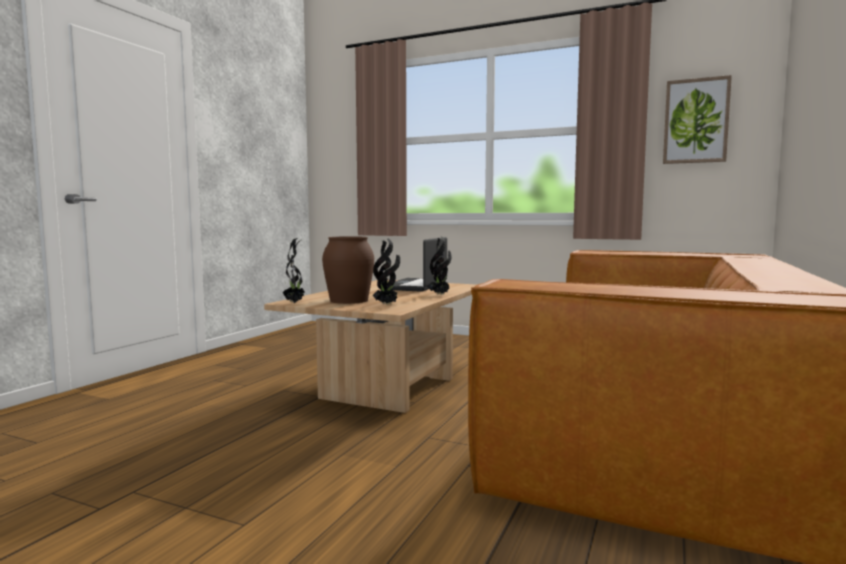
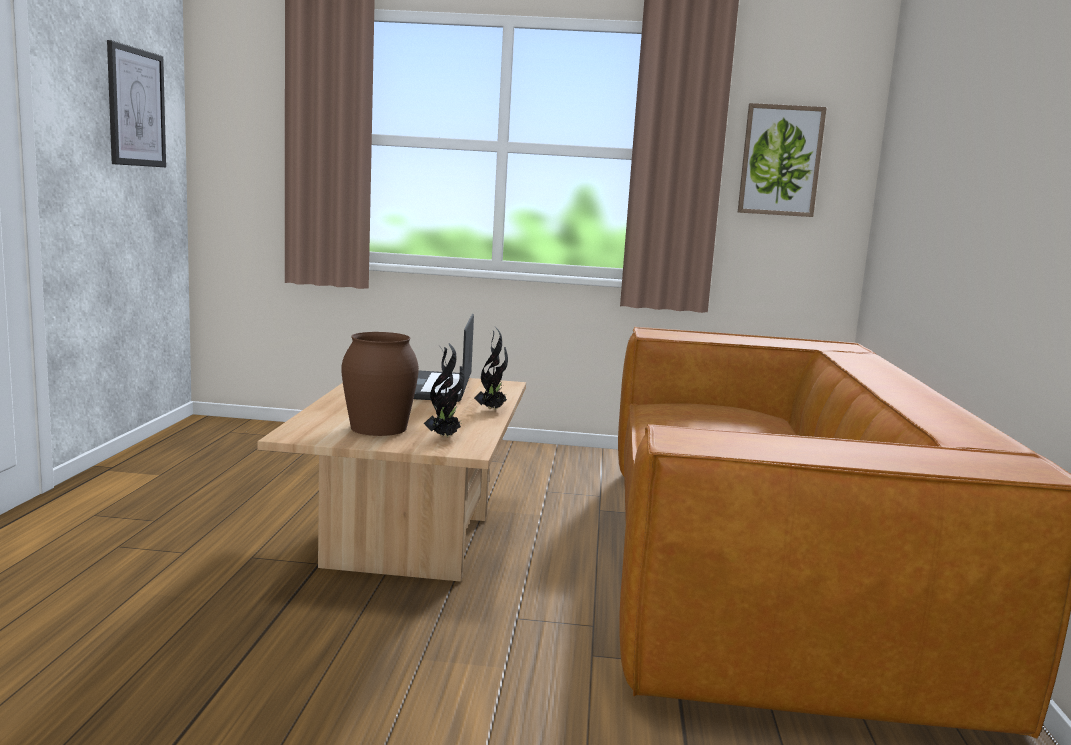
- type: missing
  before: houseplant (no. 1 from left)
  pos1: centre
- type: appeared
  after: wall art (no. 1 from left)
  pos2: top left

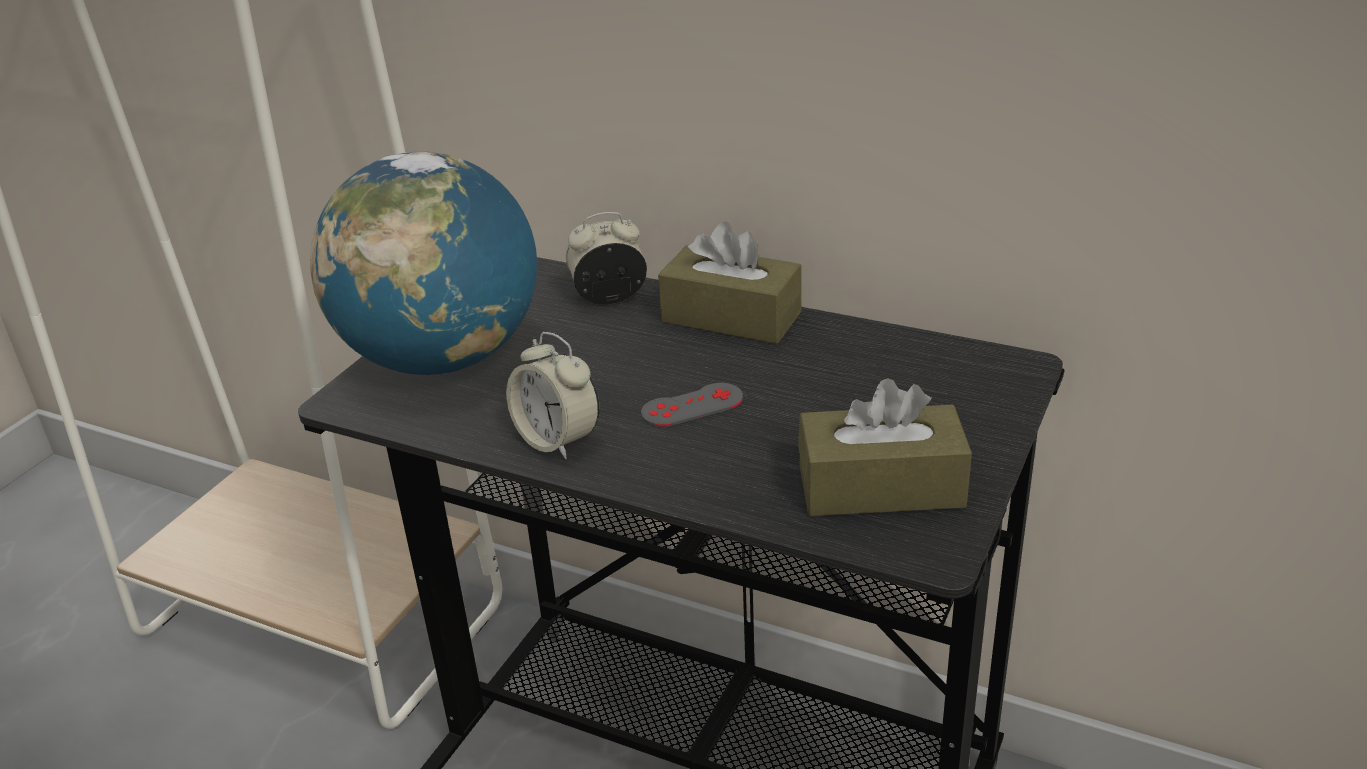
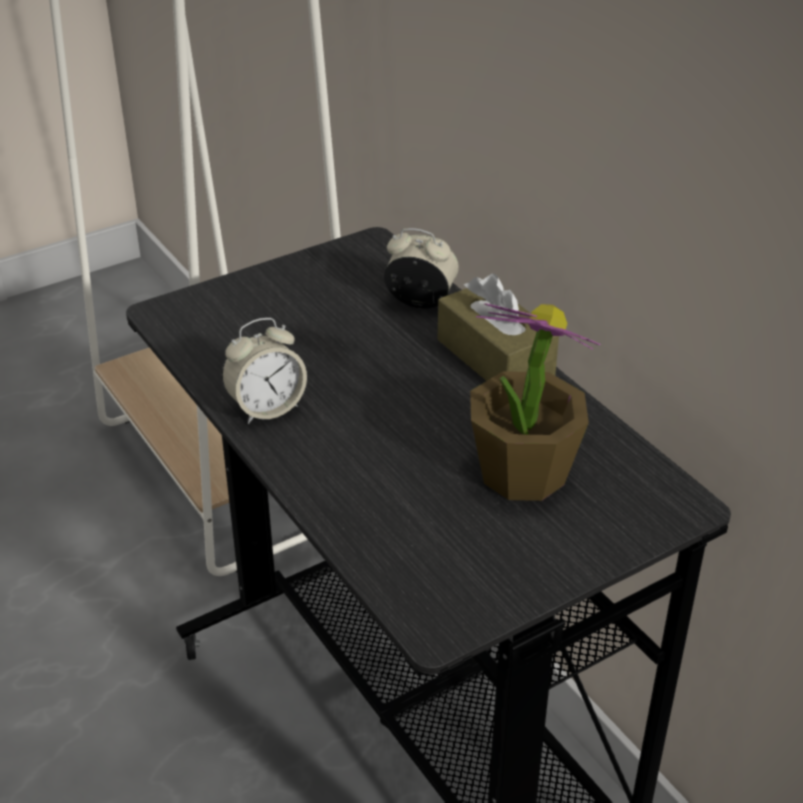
- type: missing
  before: globe
  pos1: middle left
- type: missing
  before: grey game controller
  pos1: centre
- type: missing
  before: brownish tissue holder (no. 2 from left)
  pos1: centre
- type: appeared
  after: houseplant
  pos2: centre
- type: spun
  before: table clock (no. 1 from left)
  pos1: centre
  pos2: middle left
  turn: -105

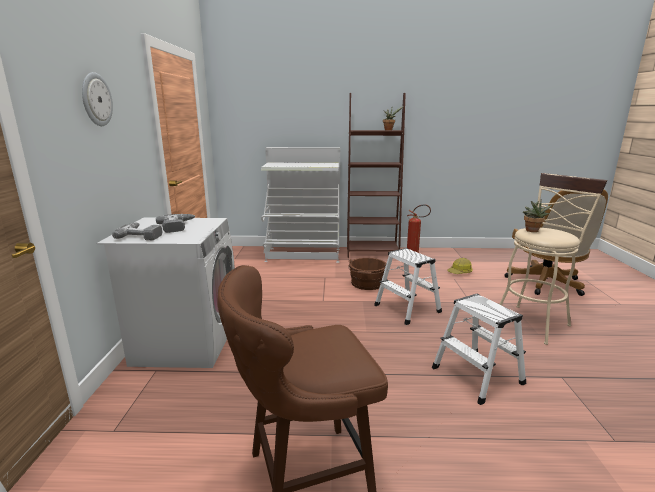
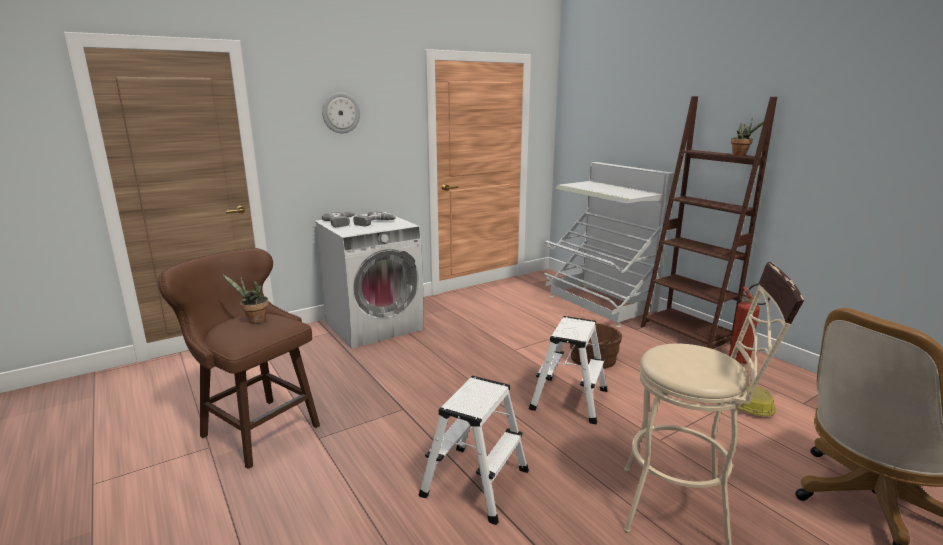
- type: relocated
  before: houseplant (no. 2 from left in the first image)
  after: houseplant (no. 1 from left)
  pos1: middle right
  pos2: middle left

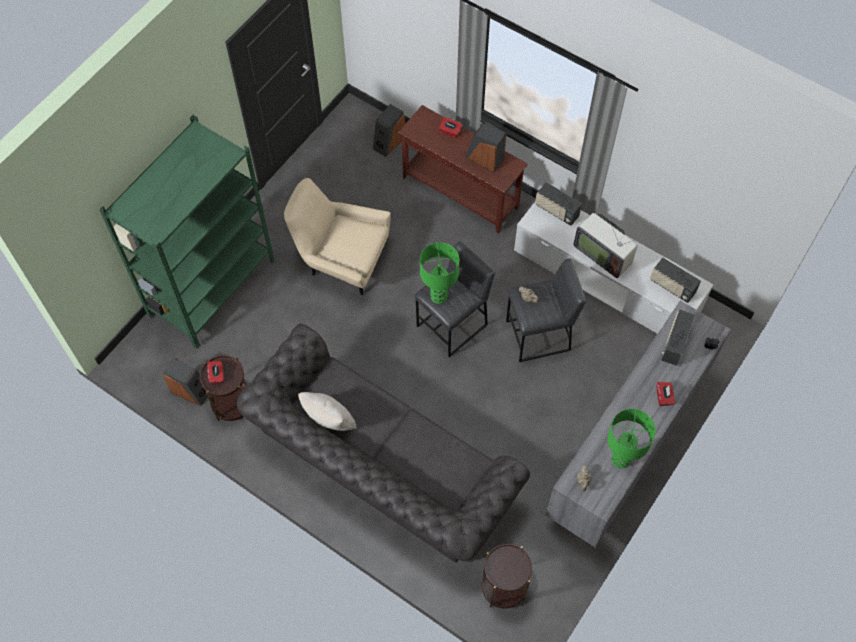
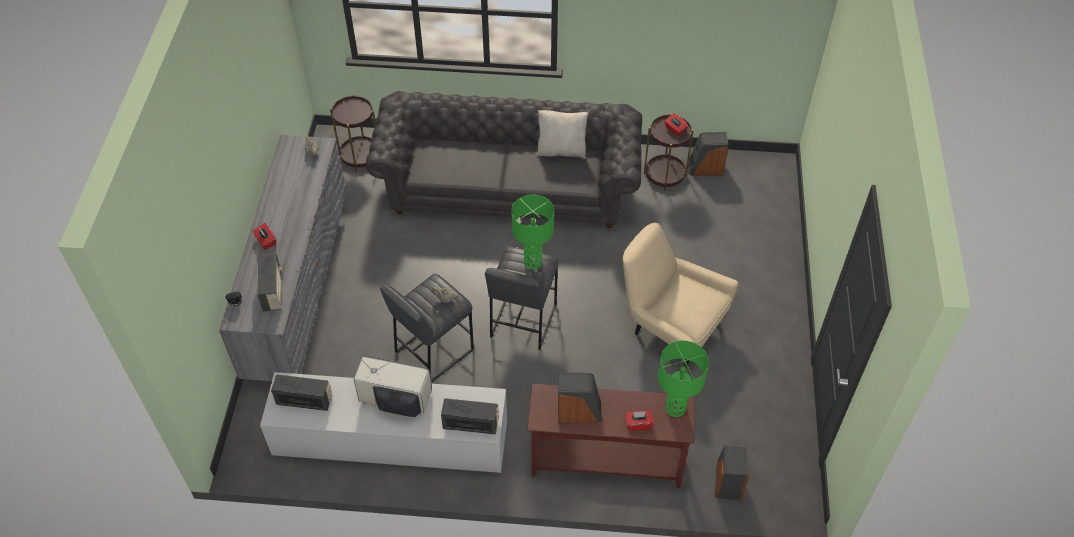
- type: missing
  before: green-coloured bookshelf
  pos1: middle left
- type: relocated
  before: green-coloured tabletop lamp (no. 2 from left)
  pos1: bottom right
  pos2: bottom centre
- type: spun
  before: sand-coloured easy chair
  pos1: centre
  pos2: centre
  turn: -135

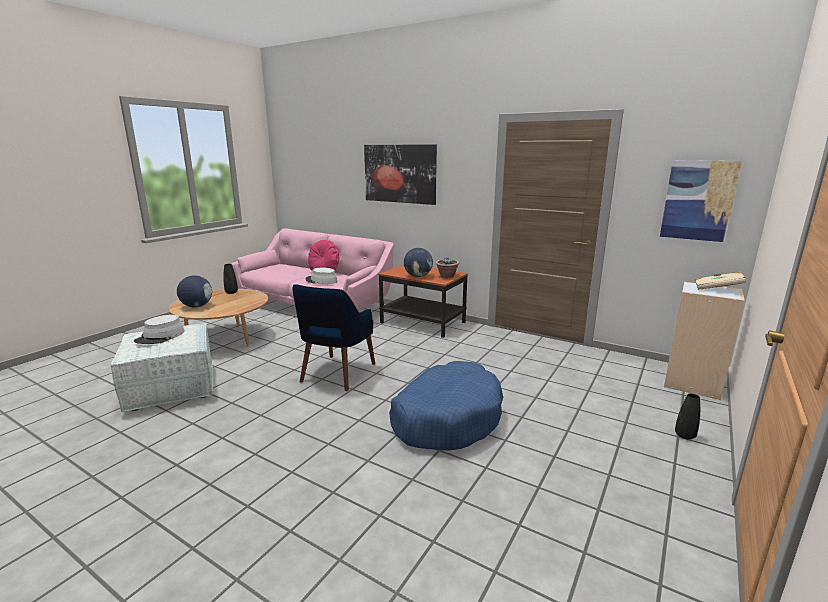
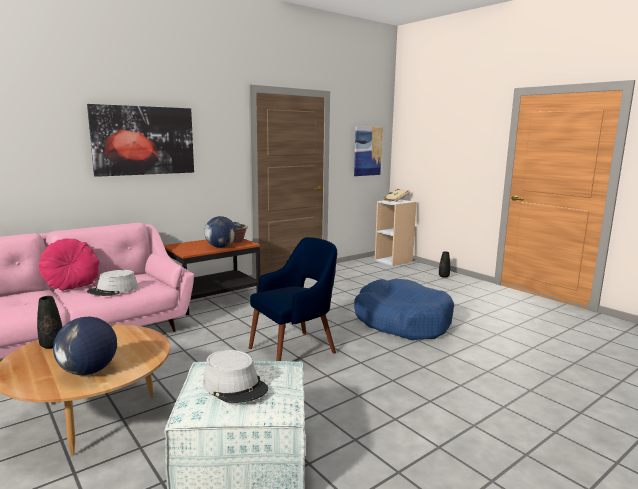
- type: spun
  before: blue easy chair
  pos1: centre
  pos2: centre
  turn: -75

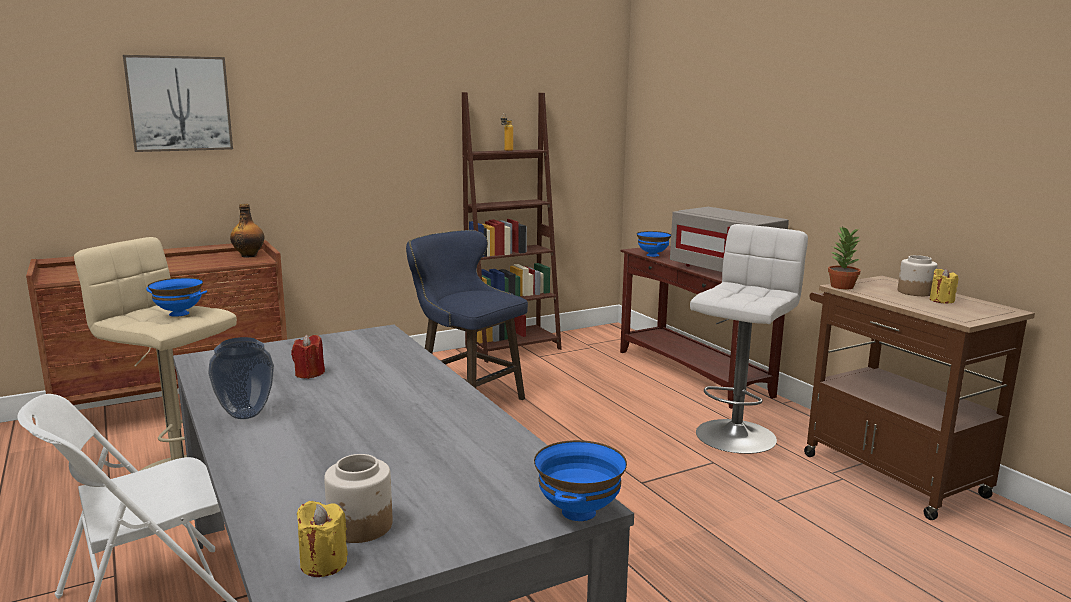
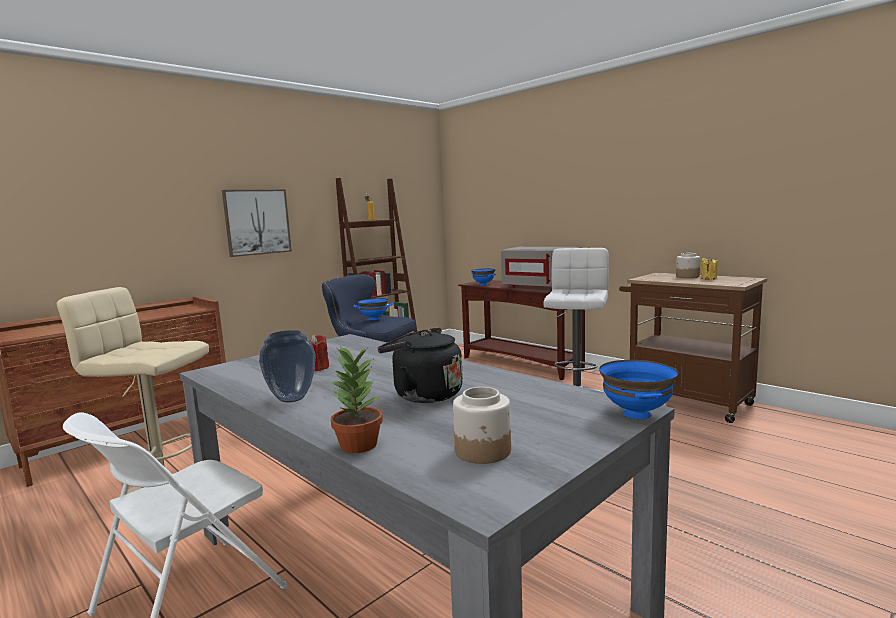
- type: missing
  before: bottle (no. 1 from left)
  pos1: middle left
- type: missing
  before: yellow-coloured candle (no. 1 from left)
  pos1: bottom left
- type: appeared
  after: black-coloured water kettle
  pos2: centre
- type: relocated
  before: wall art
  pos1: top left
  pos2: middle left
- type: relocated
  before: blue bowl (no. 1 from left)
  pos1: middle left
  pos2: centre
- type: relocated
  before: houseplant
  pos1: middle right
  pos2: centre

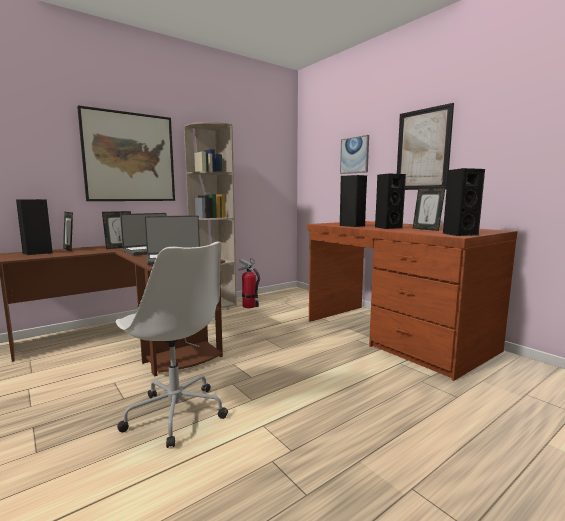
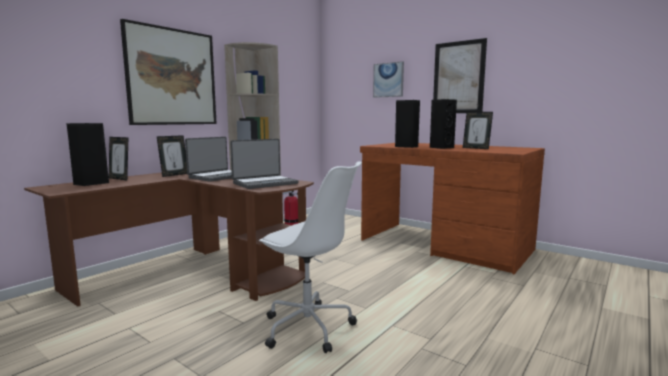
- type: missing
  before: black-coloured audio speaker (no. 4 from left)
  pos1: middle right

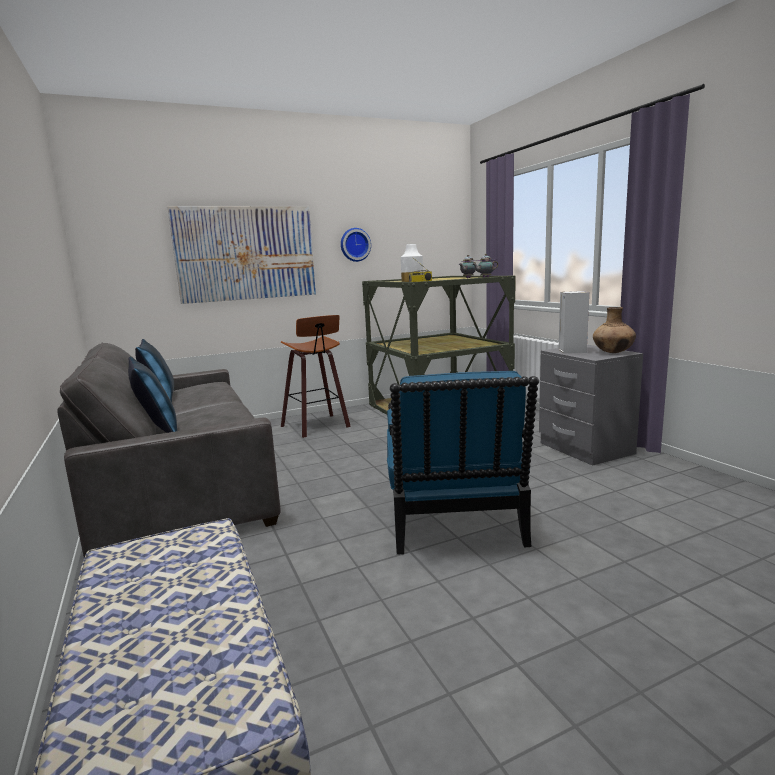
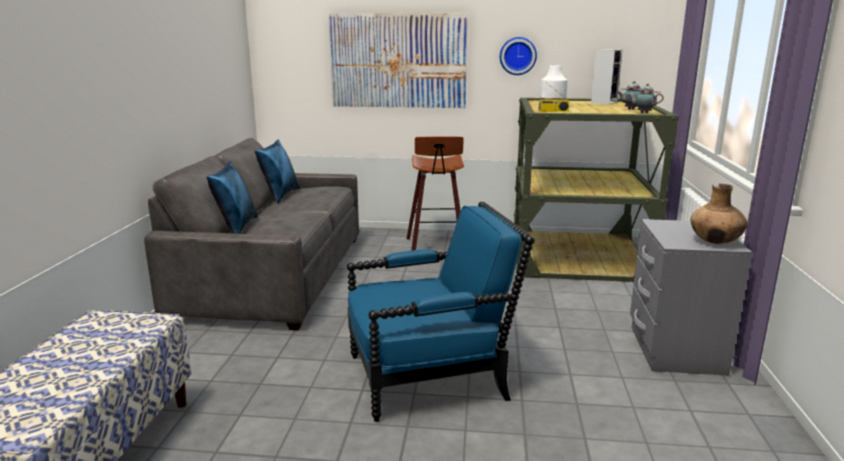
- type: relocated
  before: audio speaker
  pos1: middle right
  pos2: top right
- type: spun
  before: blue easy chair
  pos1: centre
  pos2: bottom centre
  turn: -135

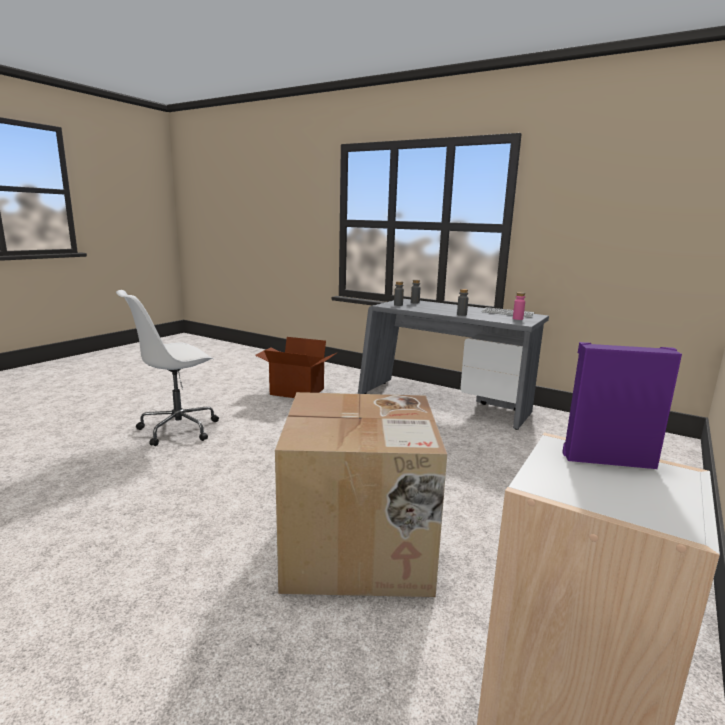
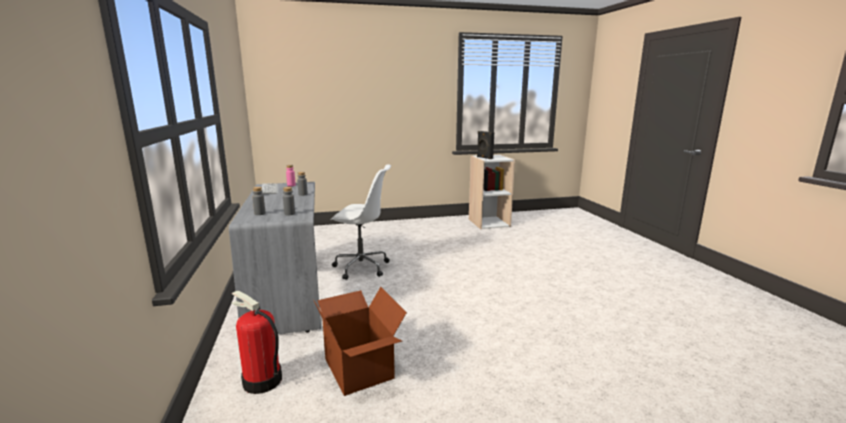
- type: missing
  before: carton (no. 2 from left)
  pos1: bottom centre
- type: appeared
  after: fire-fighting cylinder
  pos2: bottom left
- type: relocated
  before: whitish office chair
  pos1: middle left
  pos2: centre
- type: colour
  before: purple-coloured audio speaker
  after: black-coloured audio speaker
  pos1: middle right
  pos2: centre

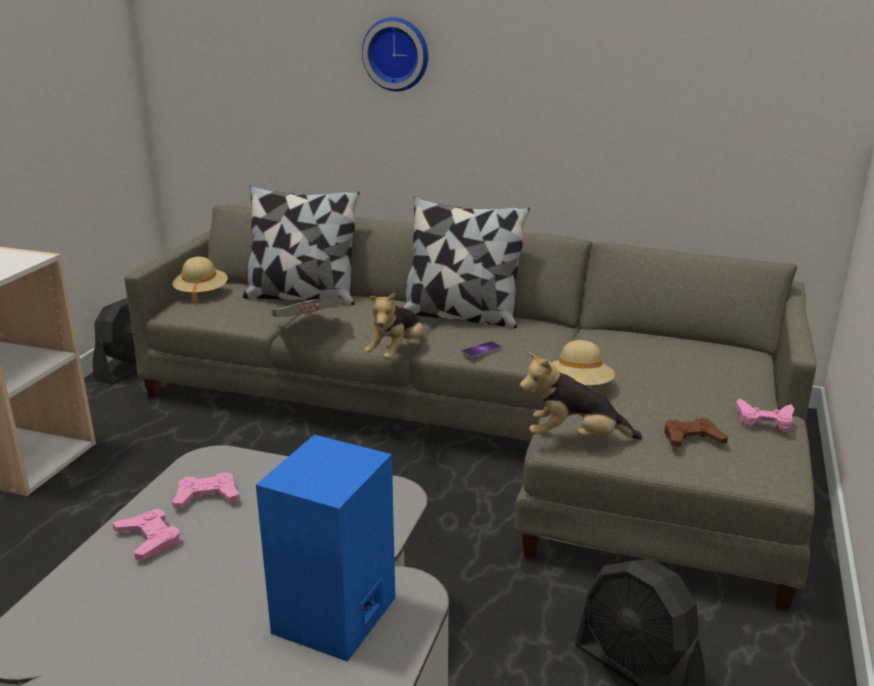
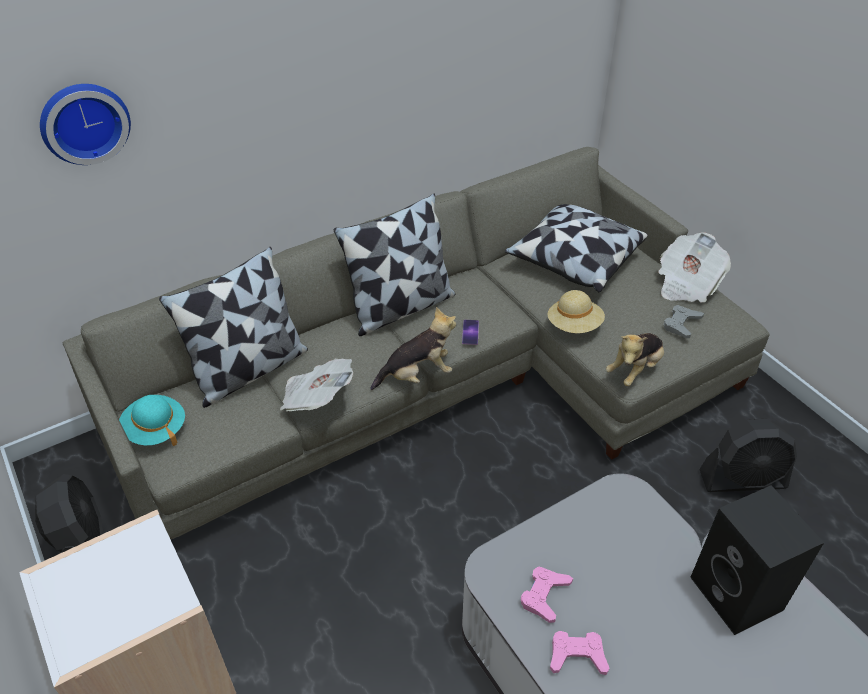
- type: appeared
  after: throw pillow (no. 3 from left)
  pos2: centre
- type: relocated
  before: hanging clock
  pos1: top centre
  pos2: top left
- type: exchanged
  before: pink game controller (no. 3 from left)
  after: printed paper (no. 2 from left)
  pos1: middle right
  pos2: middle right
- type: colour
  before: sand-coloured wearable hat (no. 1 from left)
  after: blue-green wearable hat
  pos1: middle left
  pos2: middle left
- type: colour
  before: blue audio speaker
  after: black-coloured audio speaker
  pos1: bottom centre
  pos2: bottom right
- type: colour
  before: brownish game controller
  after: grey game controller
  pos1: middle right
  pos2: middle right
- type: spun
  before: soft toy (no. 1 from left)
  pos1: centre
  pos2: centre
  turn: -90

